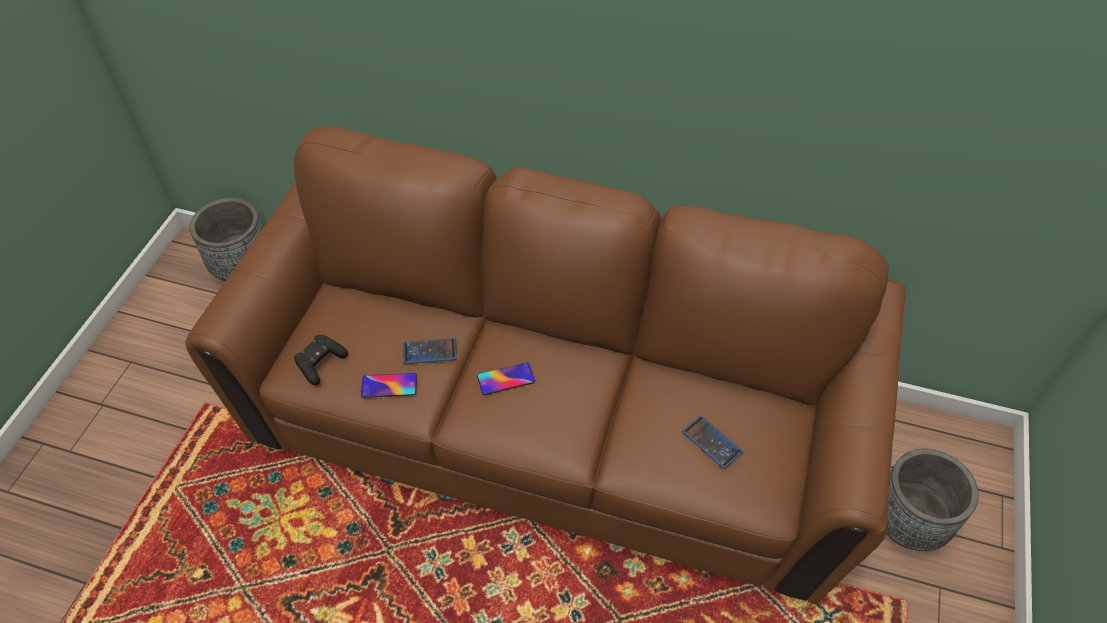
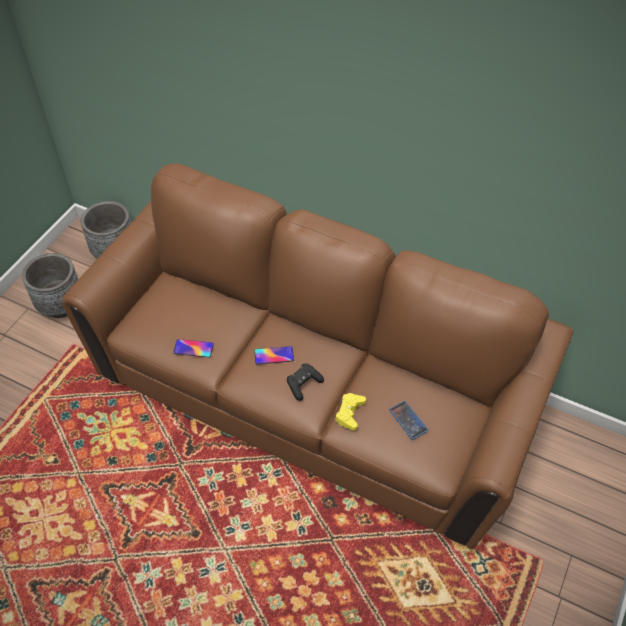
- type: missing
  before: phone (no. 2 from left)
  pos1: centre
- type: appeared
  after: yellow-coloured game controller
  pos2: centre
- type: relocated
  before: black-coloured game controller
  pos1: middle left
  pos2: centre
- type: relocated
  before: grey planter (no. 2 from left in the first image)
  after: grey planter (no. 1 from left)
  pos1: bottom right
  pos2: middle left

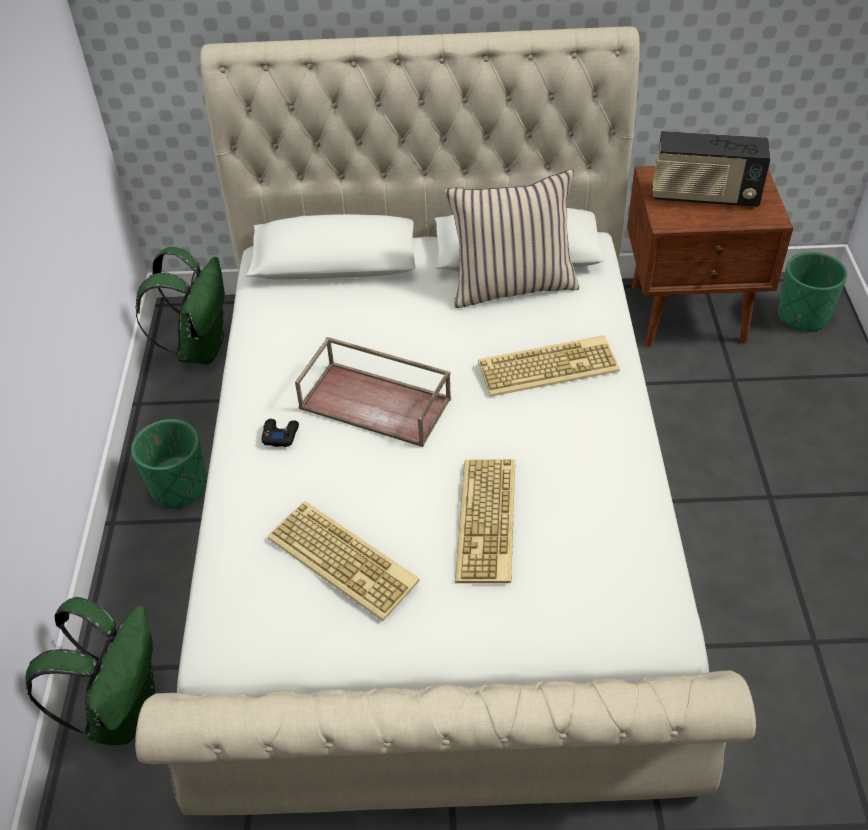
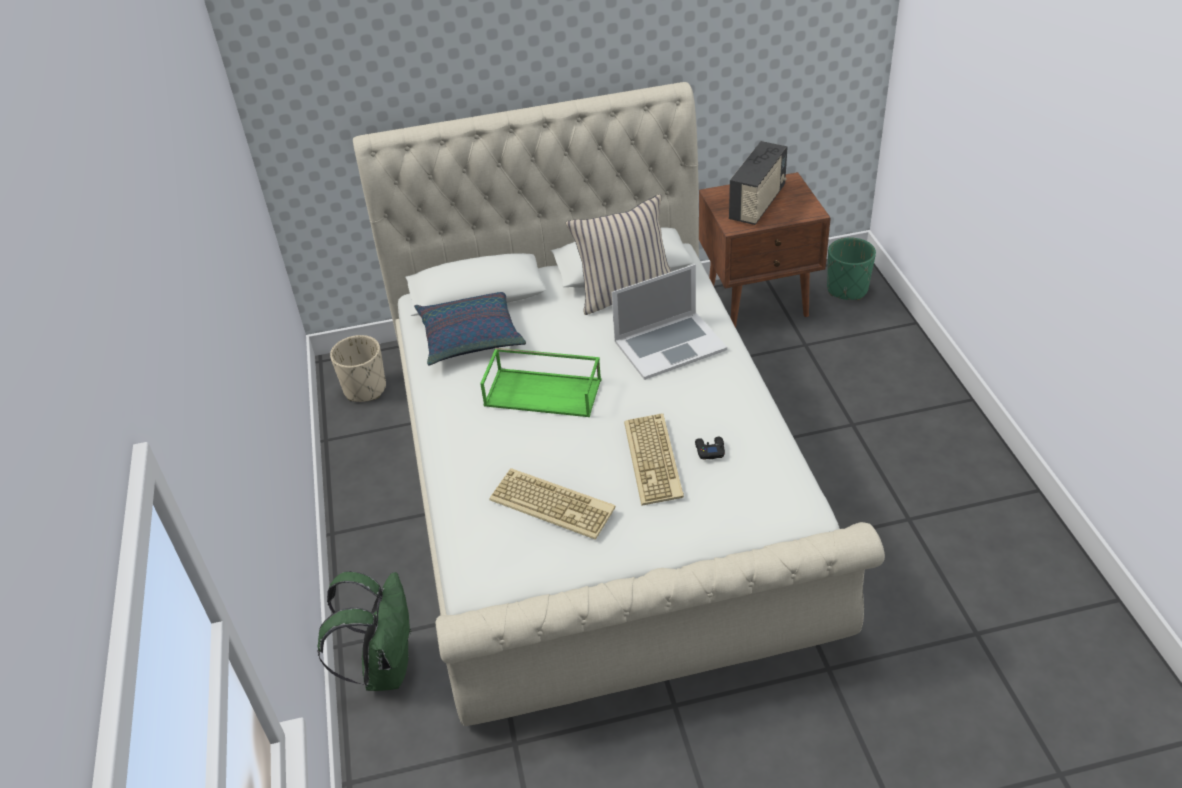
- type: missing
  before: green-coloured planter (no. 1 from left)
  pos1: middle left
- type: appeared
  after: blue throw pillow
  pos2: centre
- type: relocated
  before: black-coloured game controller
  pos1: middle left
  pos2: centre
- type: exchanged
  before: green-coloured rucksack (no. 2 from left)
  after: sand-coloured planter
  pos1: middle left
  pos2: middle left
- type: exchanged
  before: PC keyboard (no. 3 from left)
  after: portable computer
  pos1: centre
  pos2: centre
- type: colour
  before: brownish carrying tray
  after: green-coloured carrying tray
  pos1: centre
  pos2: centre
- type: spun
  before: radio
  pos1: top right
  pos2: top centre
  turn: -60

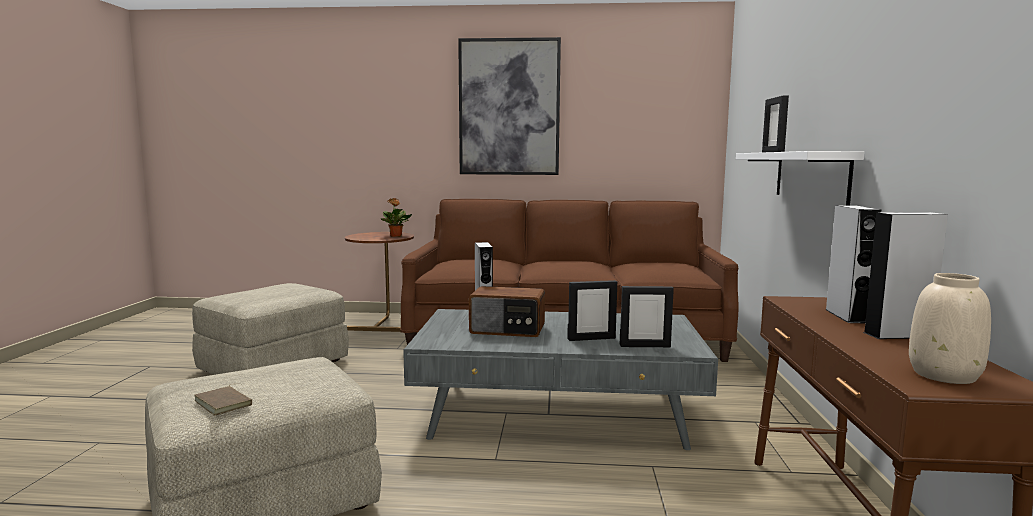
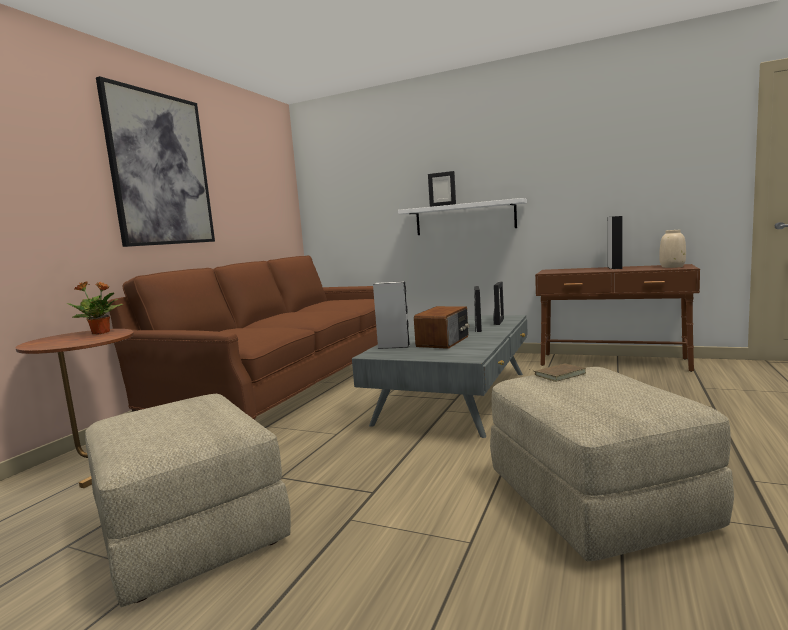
- type: missing
  before: grey audio speaker (no. 2 from left)
  pos1: middle right
- type: relocated
  before: brownish volume
  pos1: bottom left
  pos2: middle right

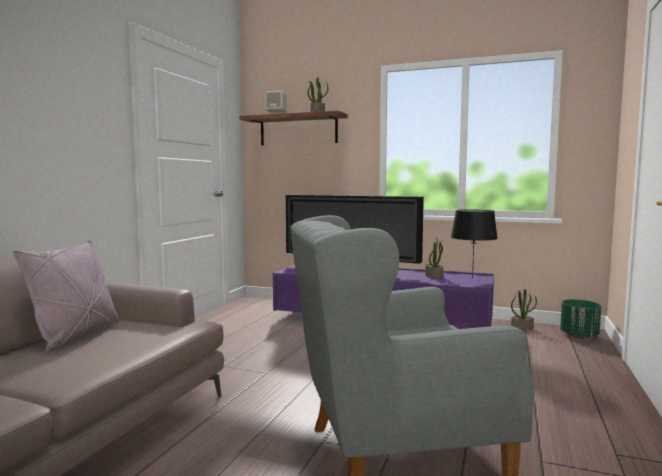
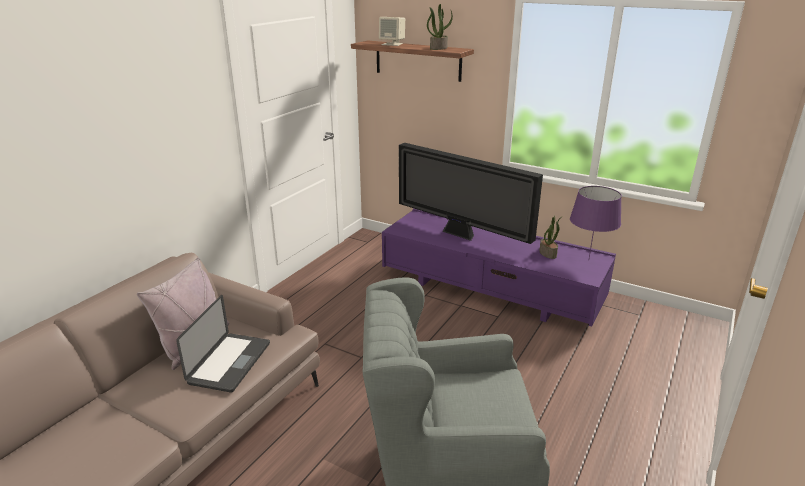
- type: missing
  before: houseplant (no. 3 from left)
  pos1: middle right
- type: missing
  before: green-coloured planter
  pos1: bottom right
- type: appeared
  after: portable computer
  pos2: bottom left
- type: colour
  before: black-coloured tabletop lamp
  after: purple-coloured tabletop lamp
  pos1: middle right
  pos2: middle right

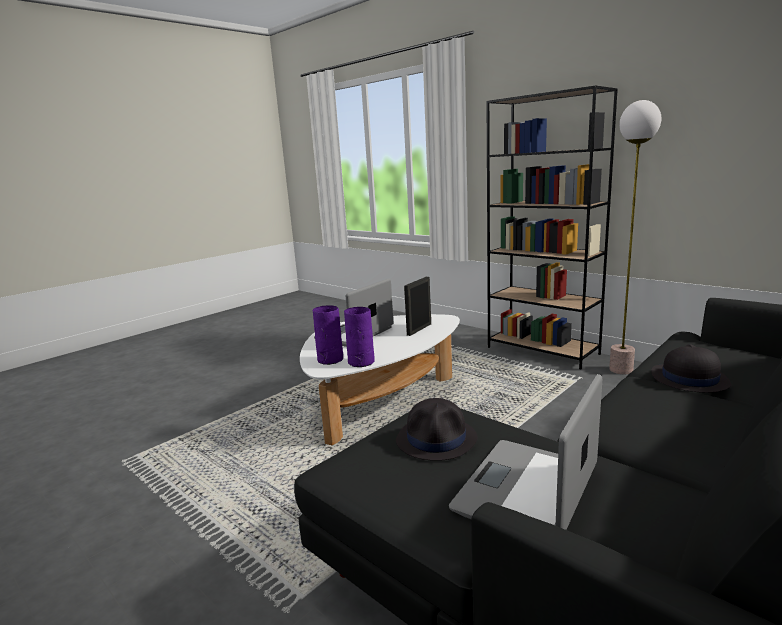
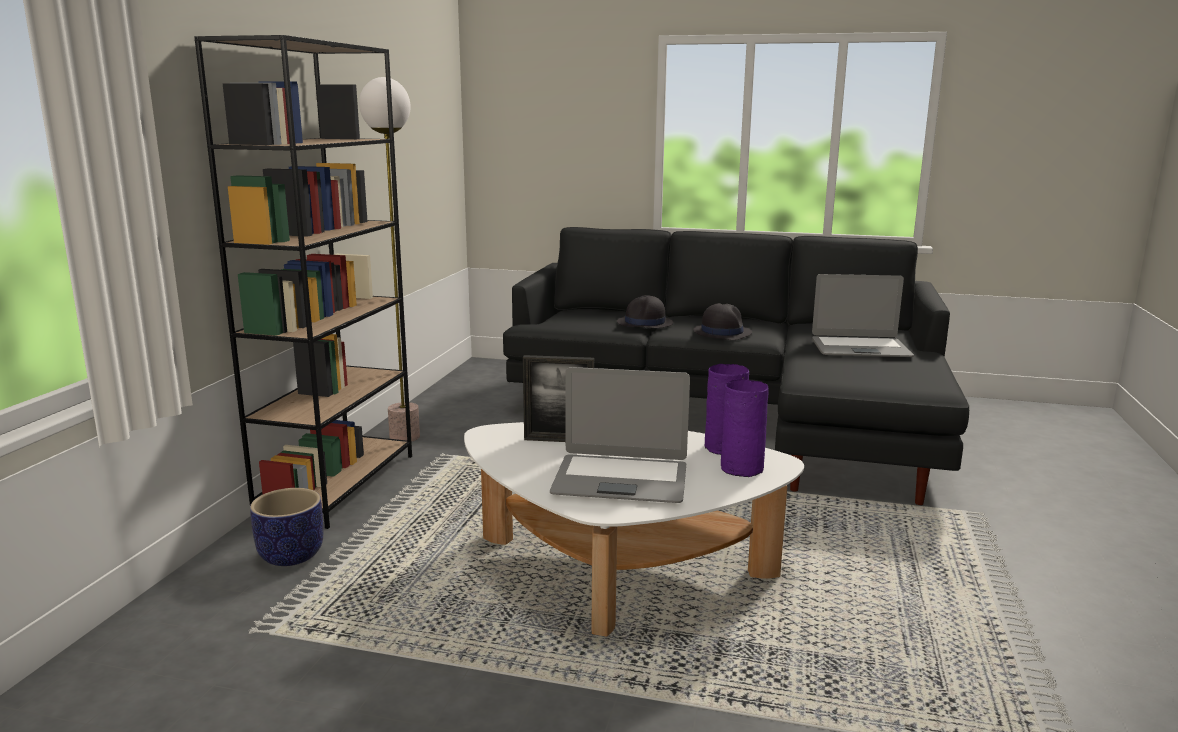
- type: appeared
  after: planter
  pos2: bottom left
- type: relocated
  before: black-coloured wearable hat (no. 1 from left in the first image)
  after: black-coloured wearable hat (no. 2 from left)
  pos1: bottom centre
  pos2: centre

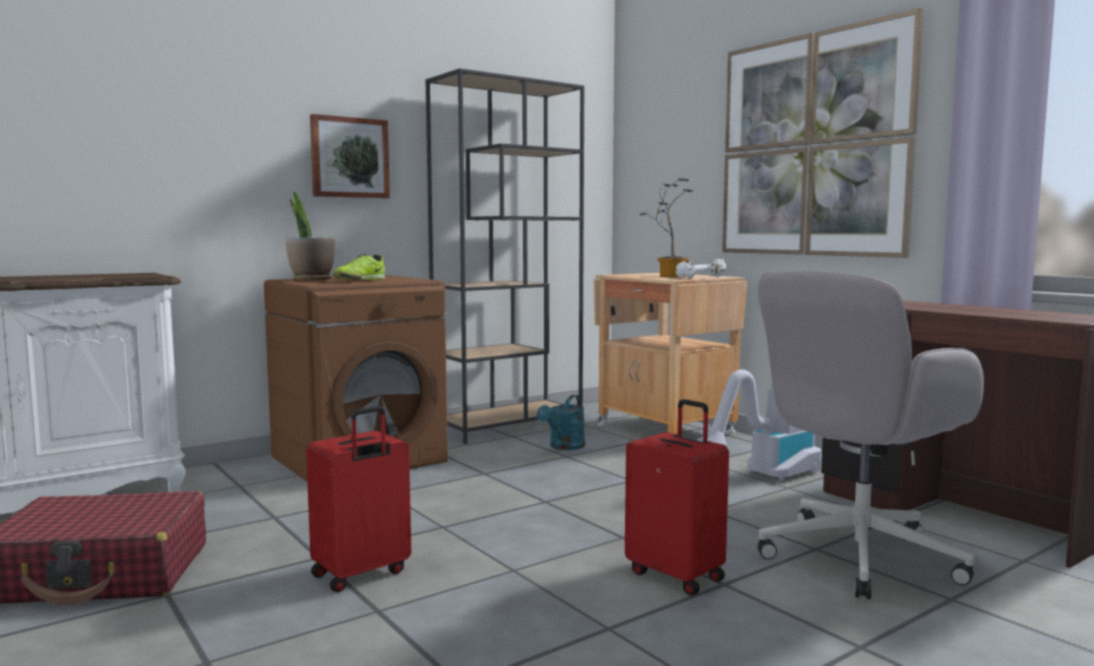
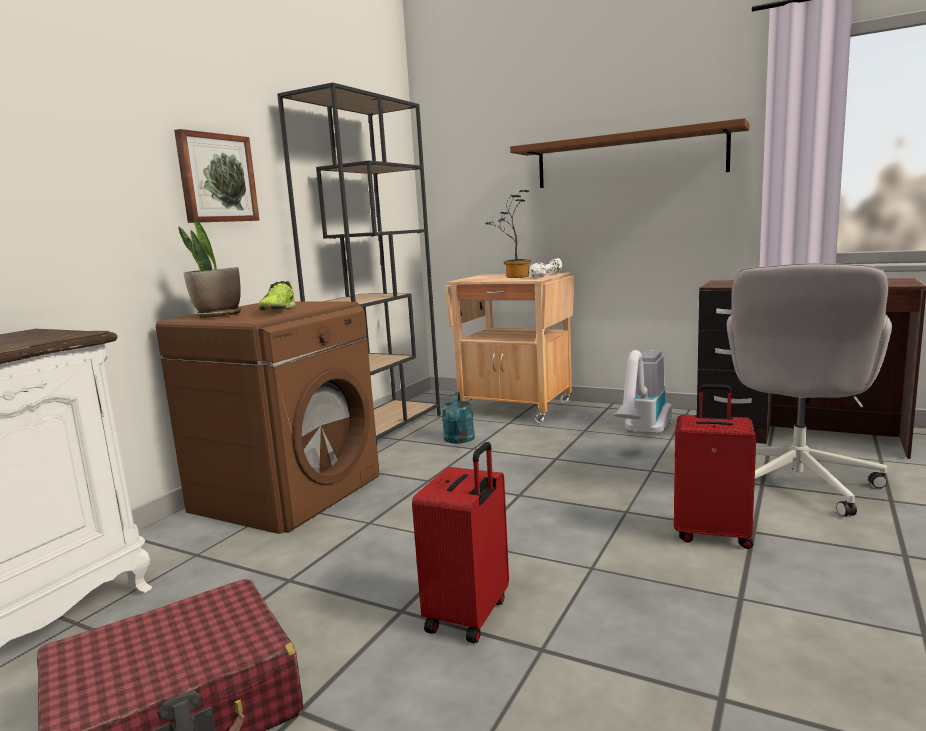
- type: exchanged
  before: wall art (no. 2 from left)
  after: brownish bracket shelf
  pos1: top right
  pos2: top right

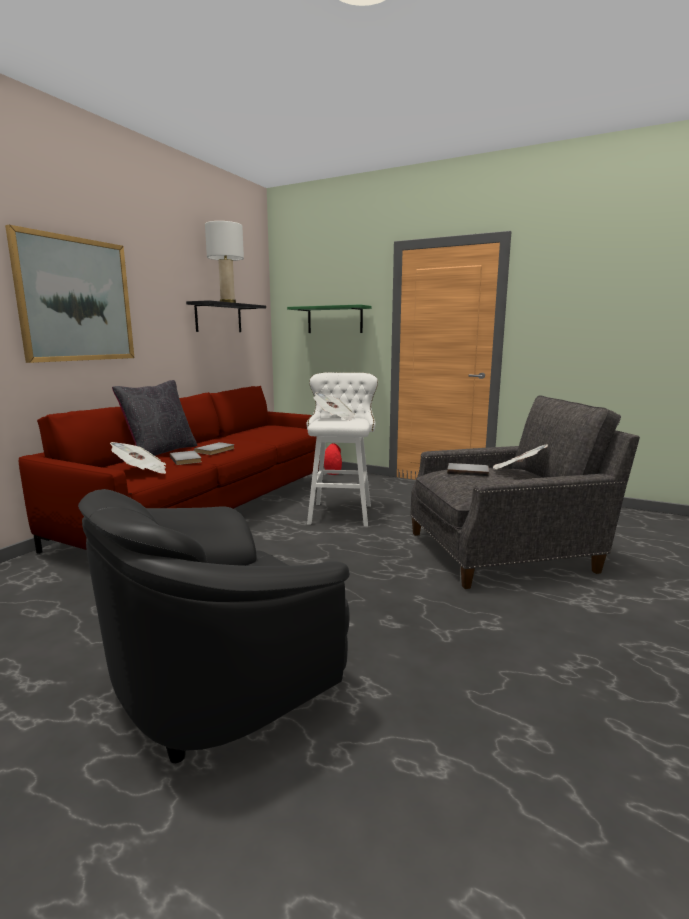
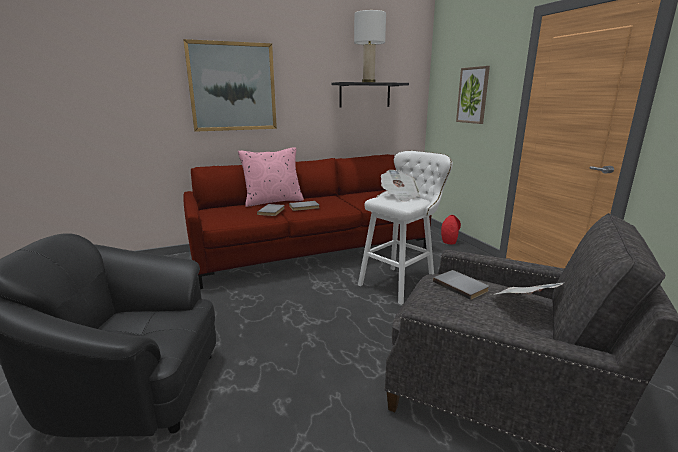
- type: missing
  before: printed paper (no. 1 from left)
  pos1: middle left
- type: exchanged
  before: green-coloured bracket shelf
  after: wall art (no. 2 from left)
  pos1: centre
  pos2: top right
- type: colour
  before: black-coloured throw pillow
  after: pink throw pillow
  pos1: middle left
  pos2: centre

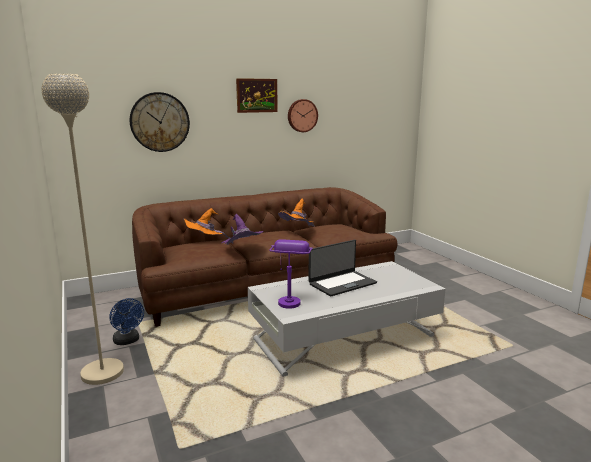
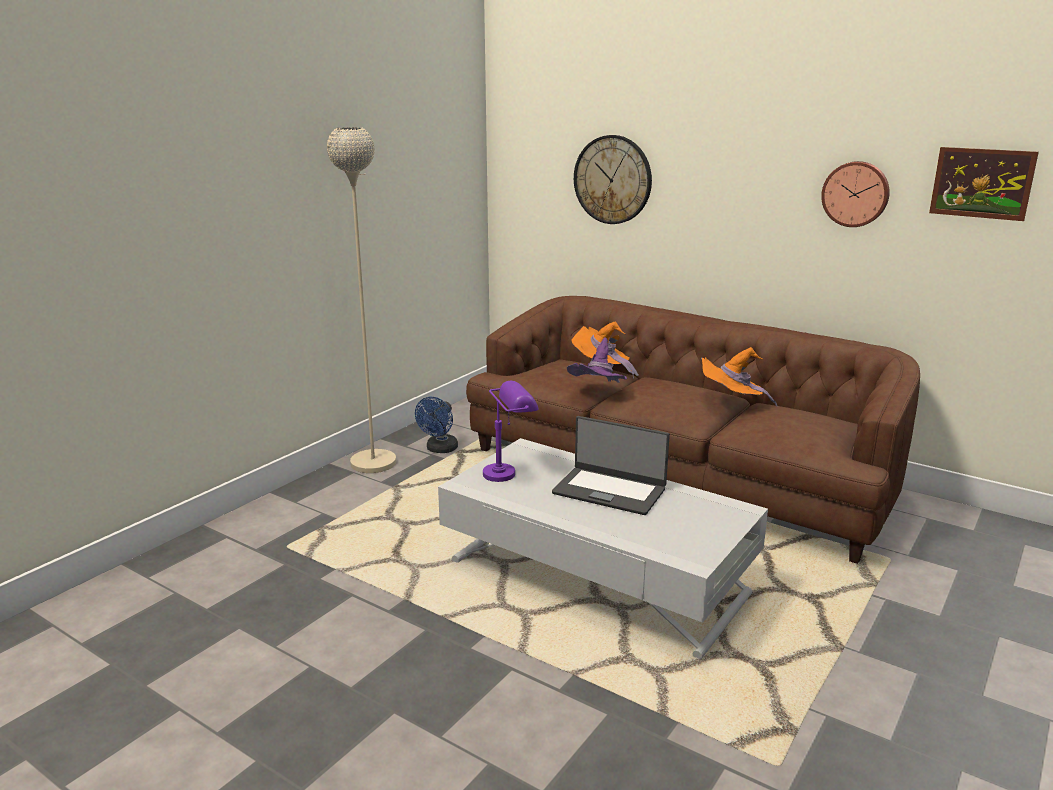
- type: relocated
  before: wall art
  pos1: top centre
  pos2: top right

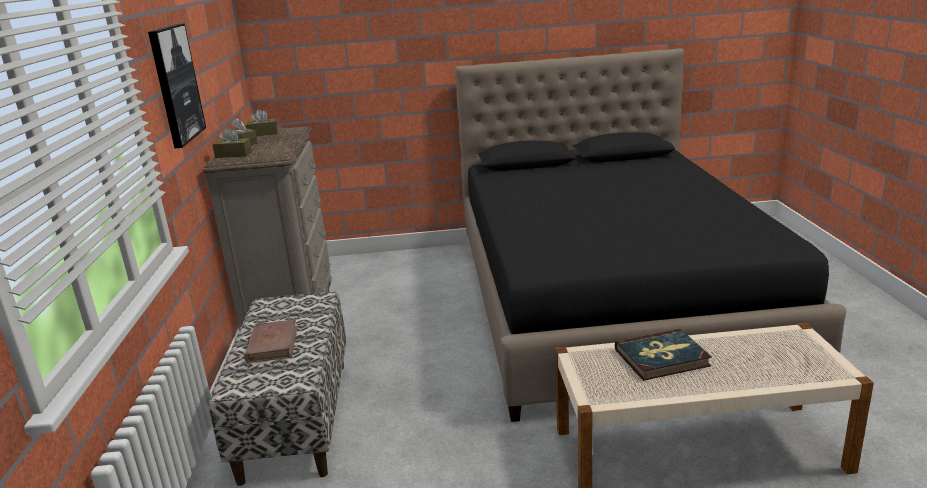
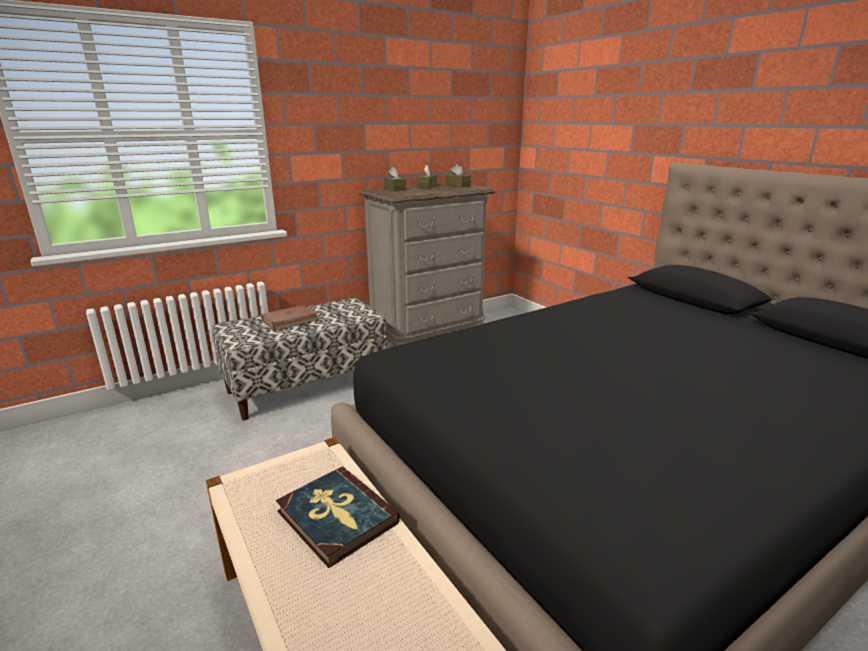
- type: missing
  before: wall art
  pos1: top left

